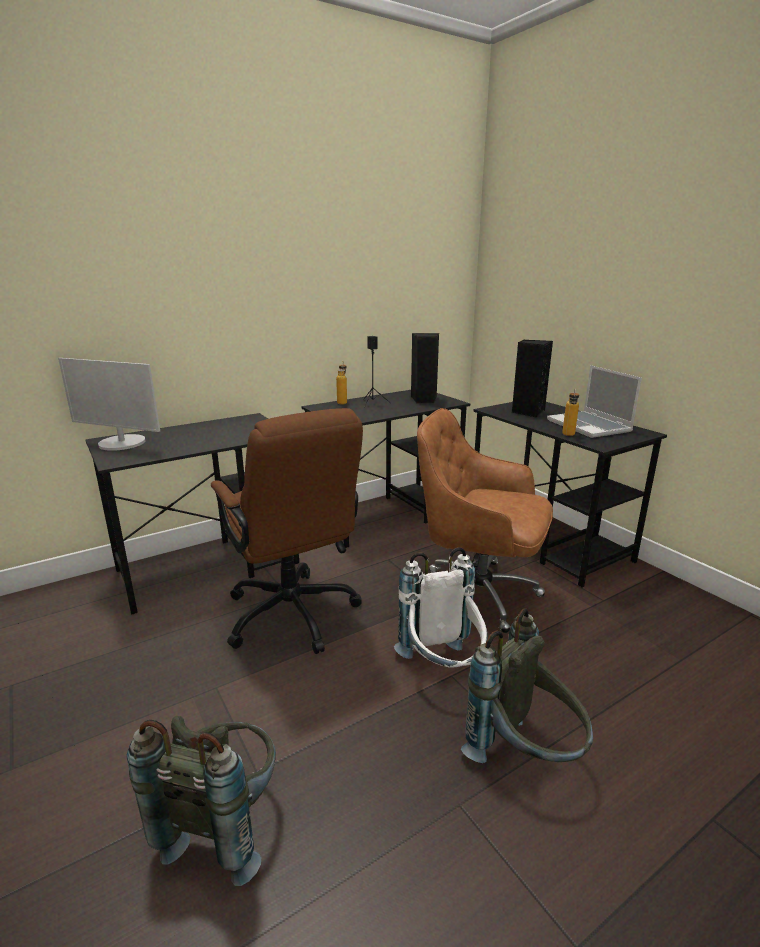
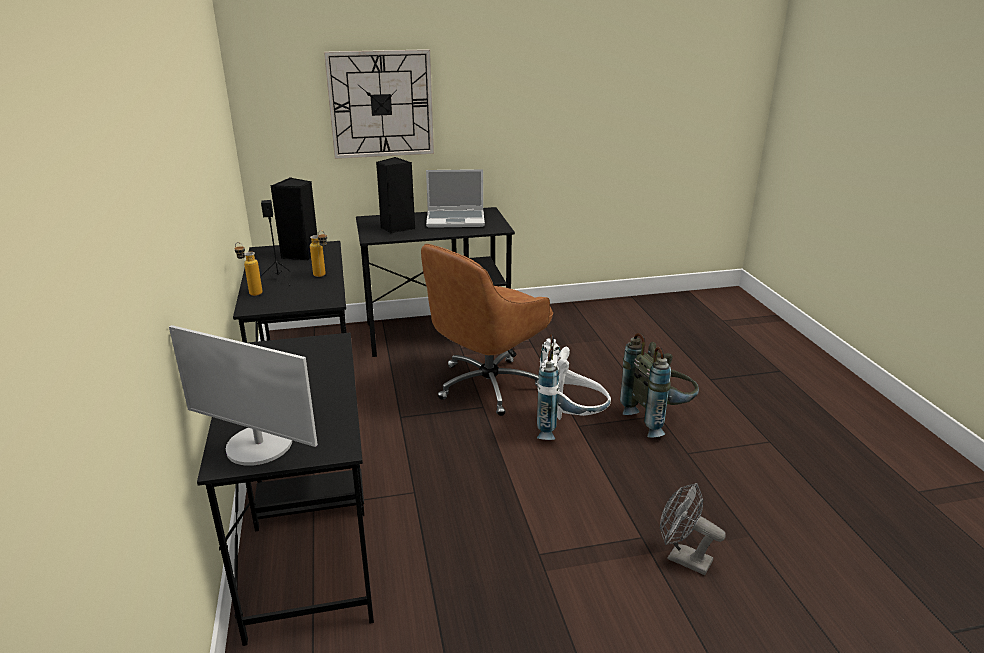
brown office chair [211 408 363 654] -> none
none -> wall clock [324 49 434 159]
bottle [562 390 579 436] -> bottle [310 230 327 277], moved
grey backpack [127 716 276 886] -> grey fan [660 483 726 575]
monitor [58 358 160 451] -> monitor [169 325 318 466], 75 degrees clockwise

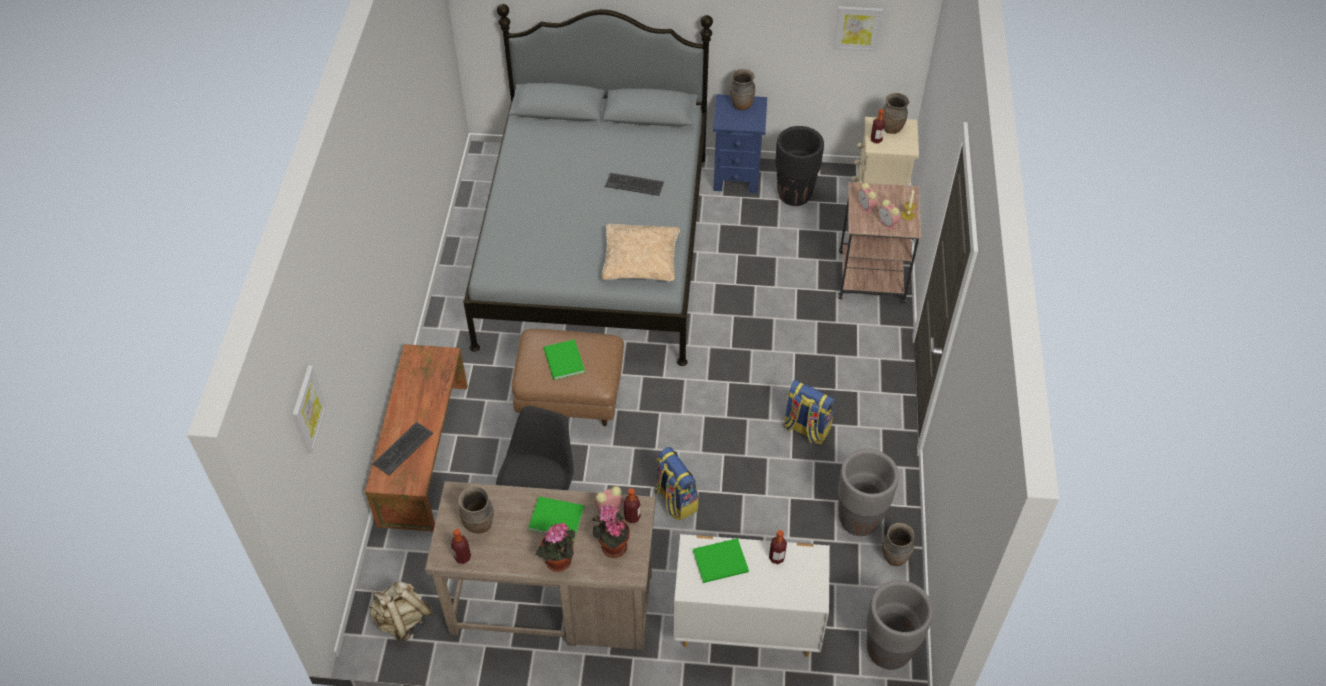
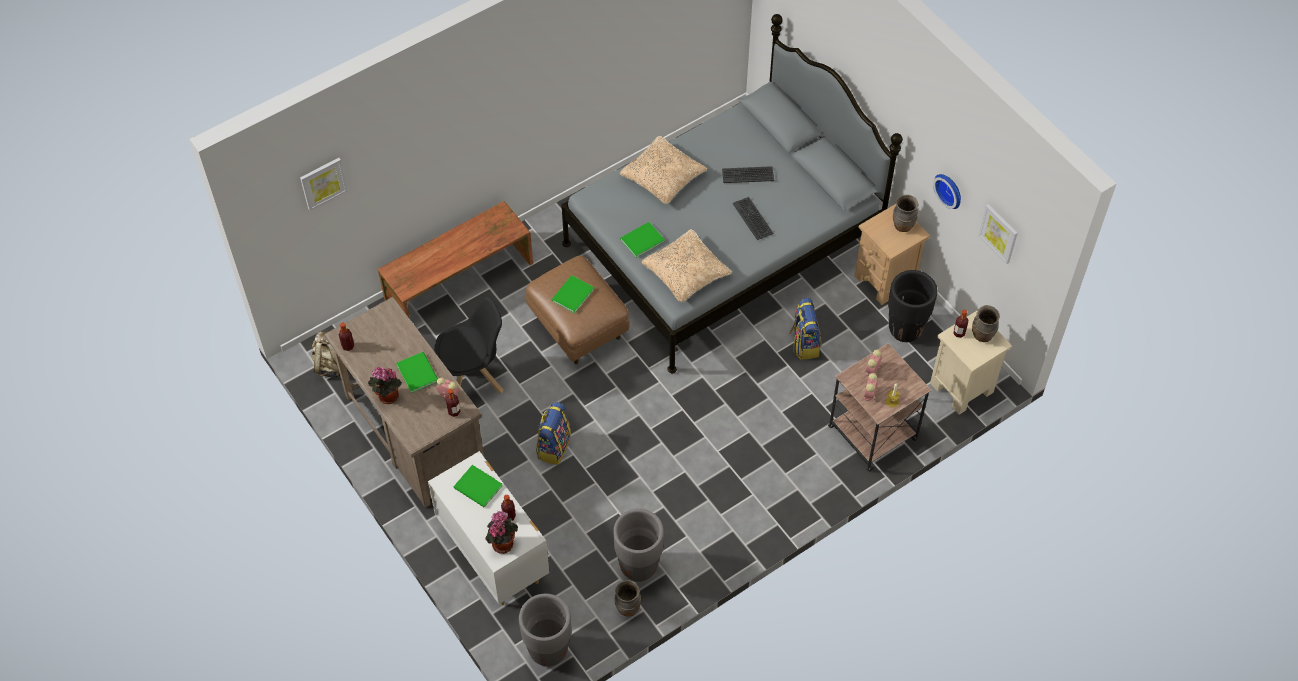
brown vase [459 486 494 534] -> none
none -> beige pillow [620 136 707 204]
none -> green book [620 222 665 258]
none -> wall clock [933 174 961 209]
keyboard [373 422 433 475] -> keyboard [722 166 774 183], moved
potted plant [592 505 630 558] -> potted plant [485 511 518 554], moved
backpack [783 380 835 444] -> backpack [790 298 822 360], moved
blue nightstand [713 94 767 194] -> beige nightstand [855 204 930 305]

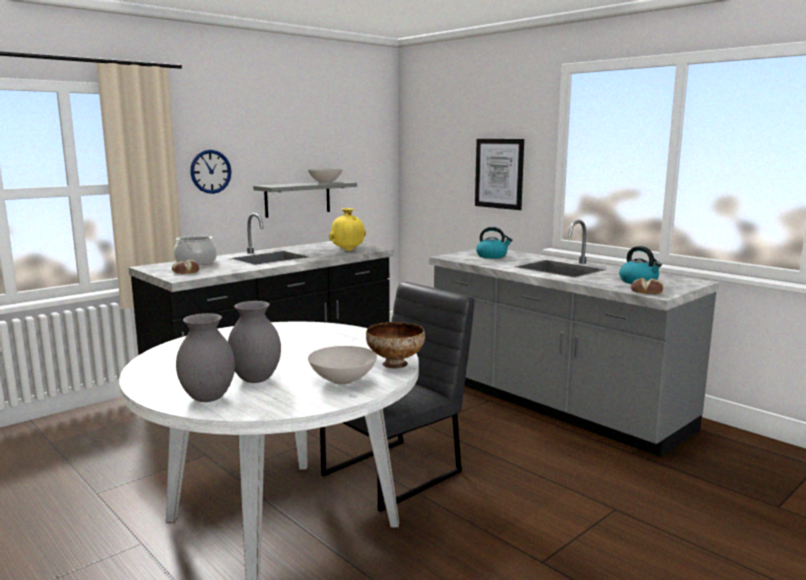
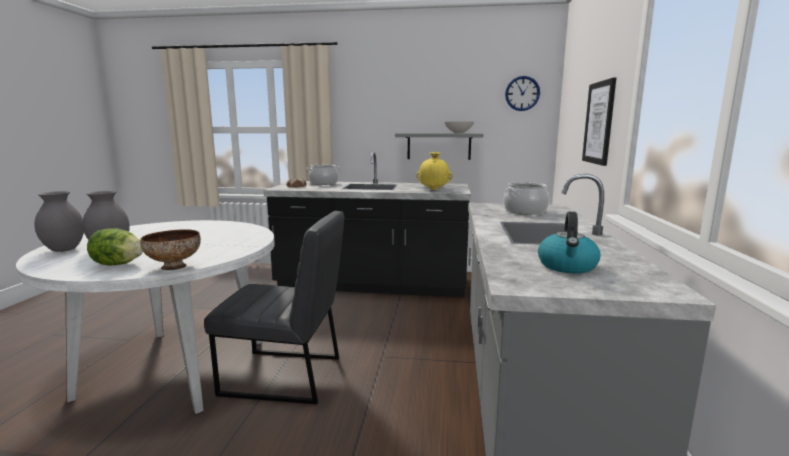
bread [631 278 663 294] -> none
wall clock [190 150 231 194] -> wall clock [505 76 540 111], moved
white bowl [308 346 377 385] -> lettuce [87 228 143 265]
kettle [476 227 512 259] -> cooking pot [503 182 549 215]

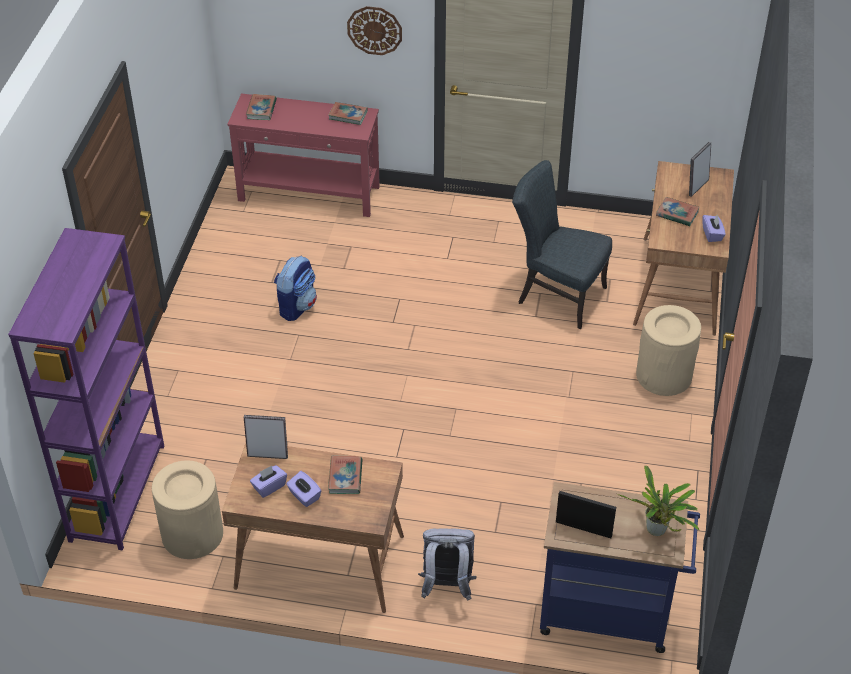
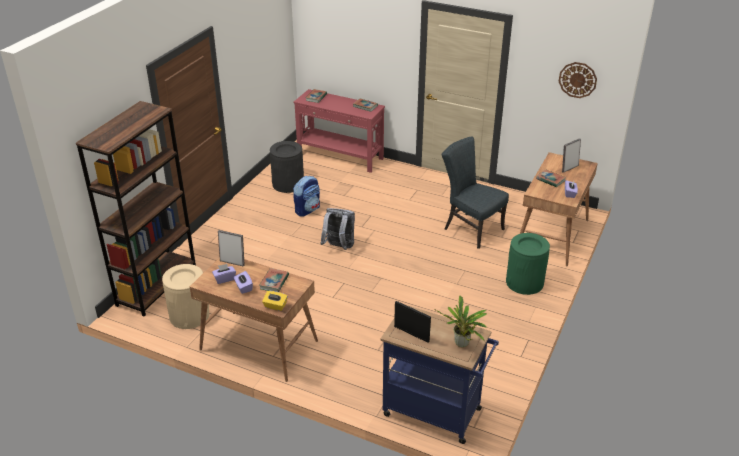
none -> yellow tissue box [262 291 288 311]
none -> black trash can [270 141 304 193]
wall clock [347 6 402 55] -> wall clock [559 62 597 98], moved
grey backpack [418 528 476 601] -> grey backpack [320 208 355 250], moved
purple bookcase [8 228 164 551] -> brown bookcase [76 101 196 317]
beige trash can [636 305 701 396] -> green trash can [506 233 550 295]

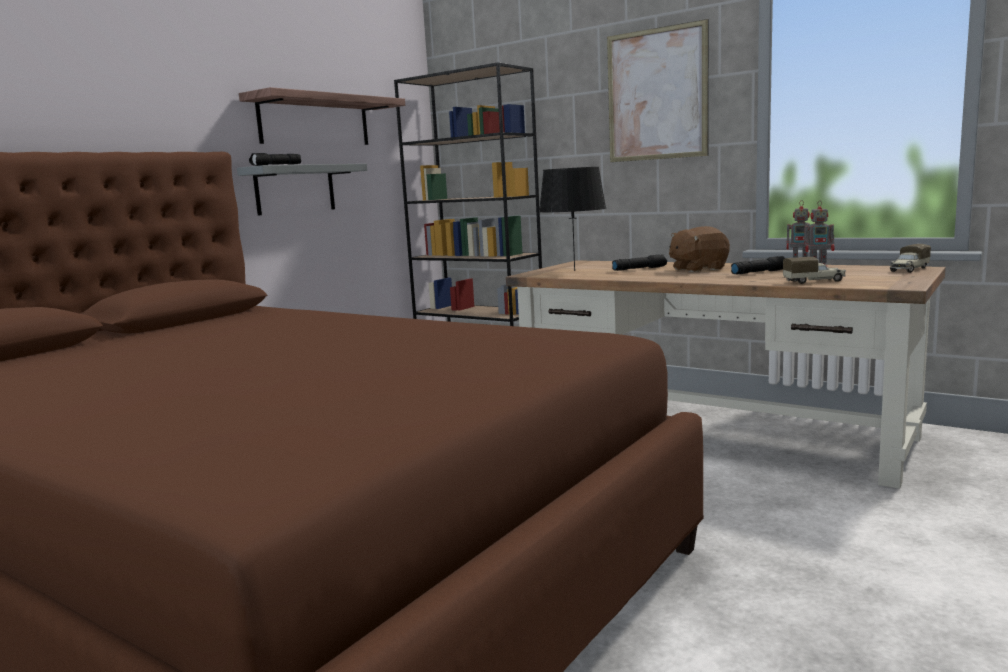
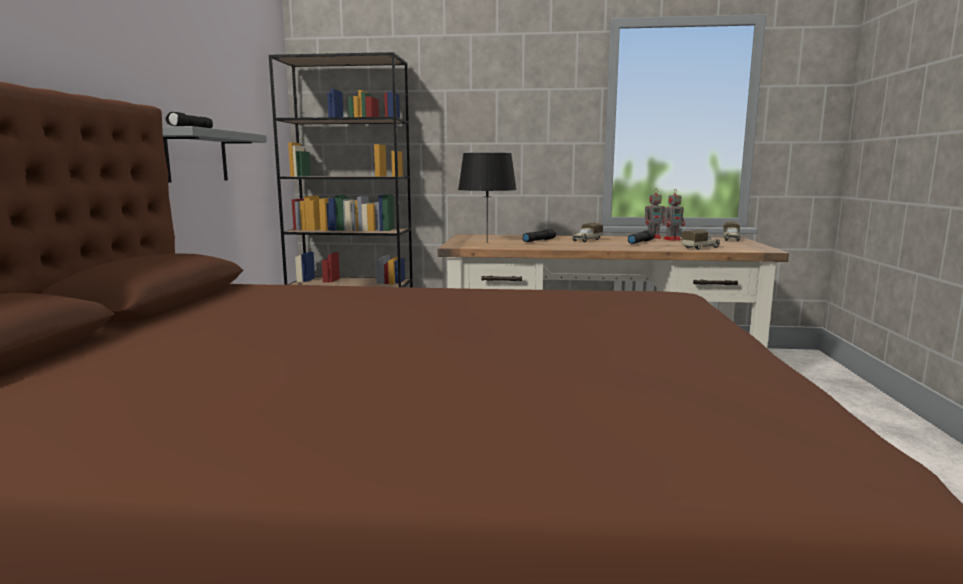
shelf [239 87 405 145] -> none
picture [607 19 709 162] -> none
brown plush toy [669 226 730 272] -> toy truck [572 223 603 242]

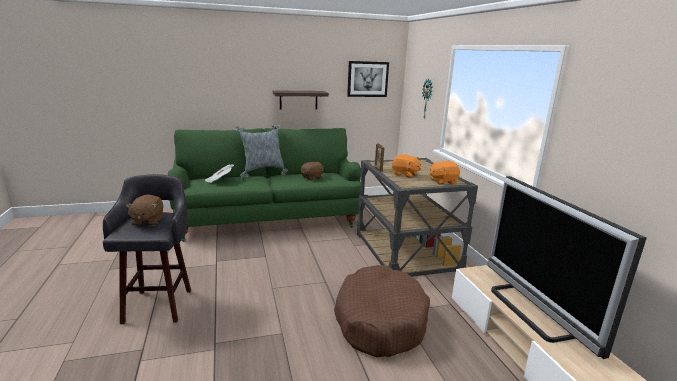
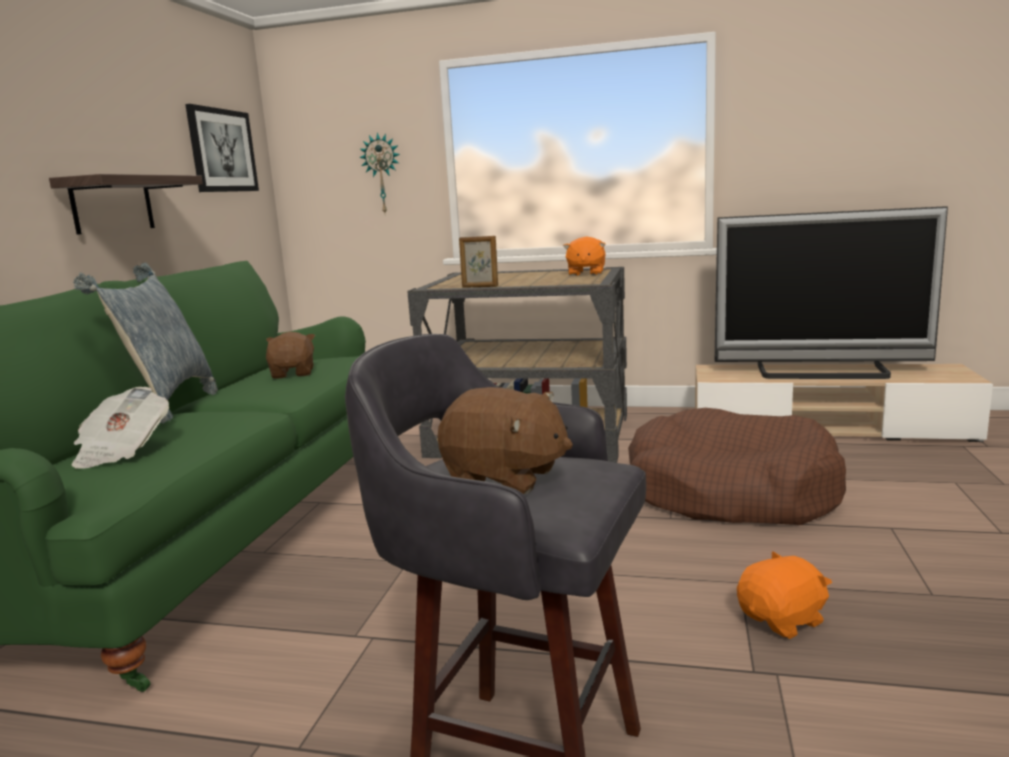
orange plush toy [392 154 421 178] -> orange plush toy [737 551 832 639], moved

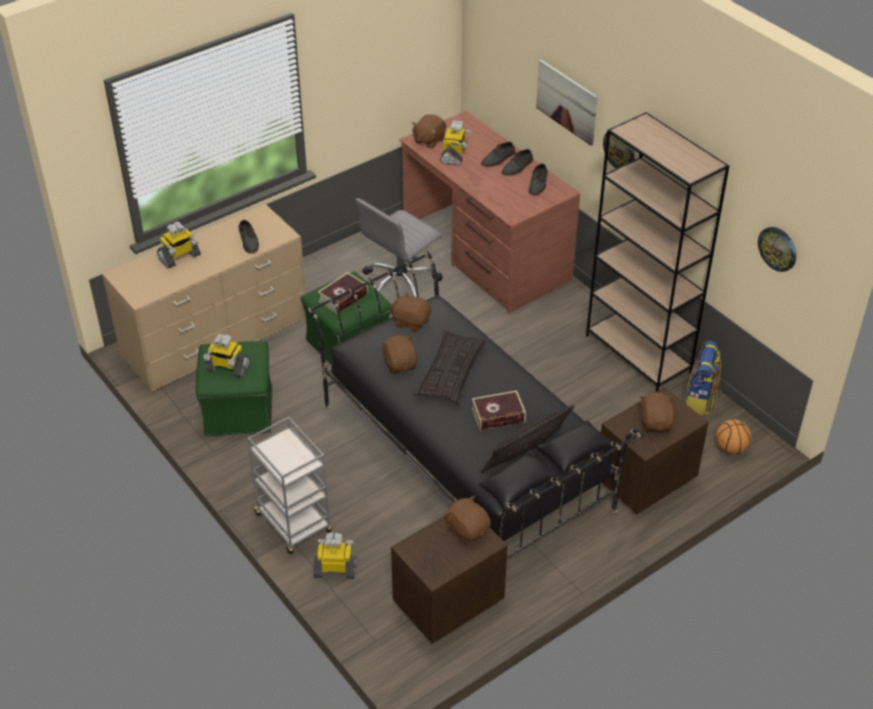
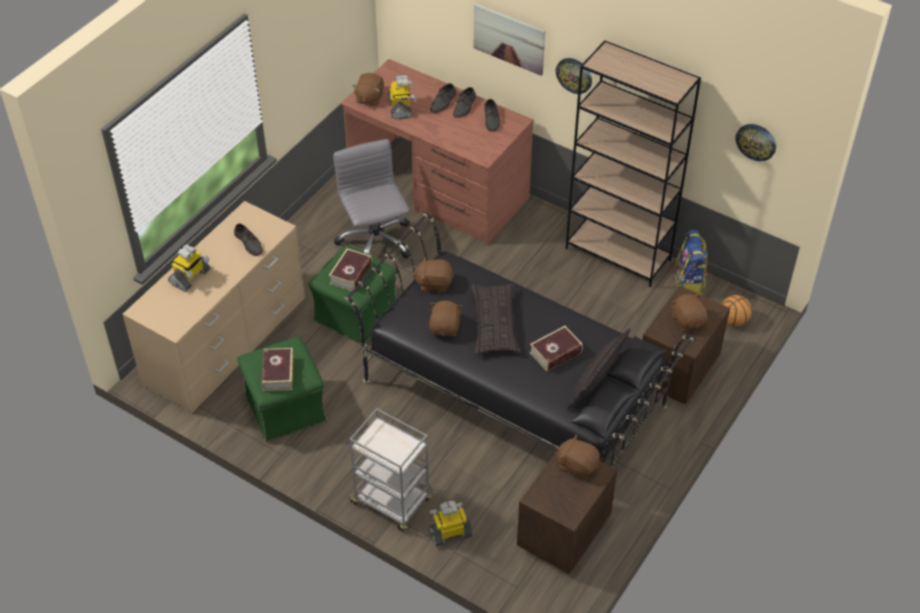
toy robot [204 334 250 378] -> book [262 348 294 391]
grey office chair [356 198 443 297] -> grey office chair [333 139 411 259], 135 degrees clockwise
brown plush toy [380 335 418 374] -> brown plush toy [429 300 462 337], 45 degrees clockwise

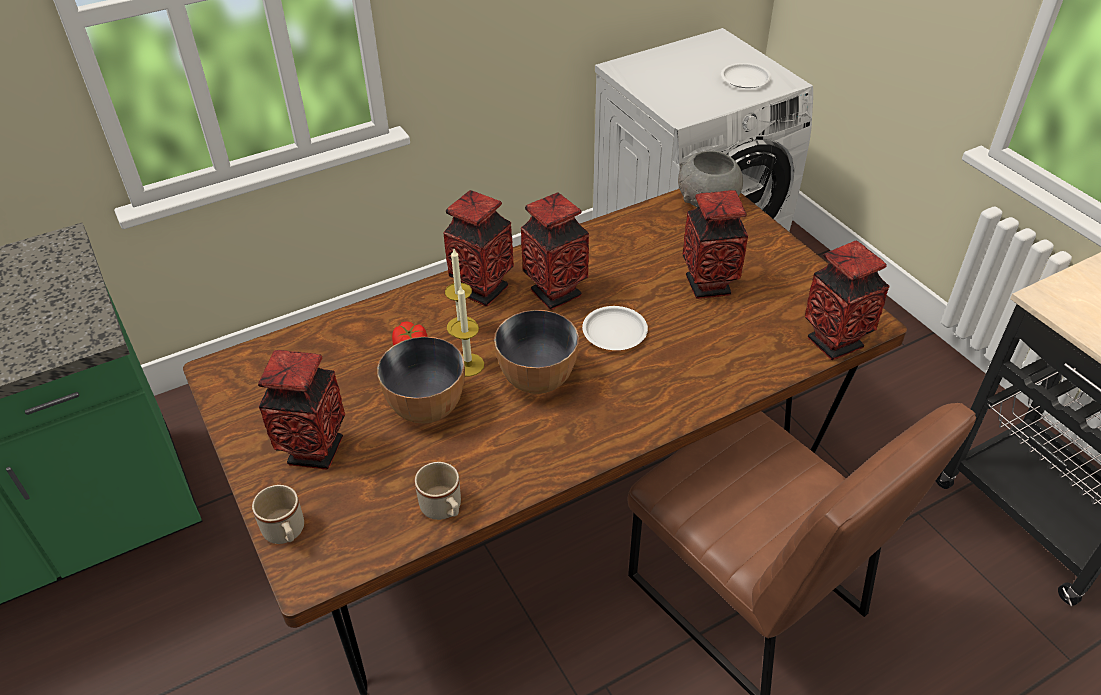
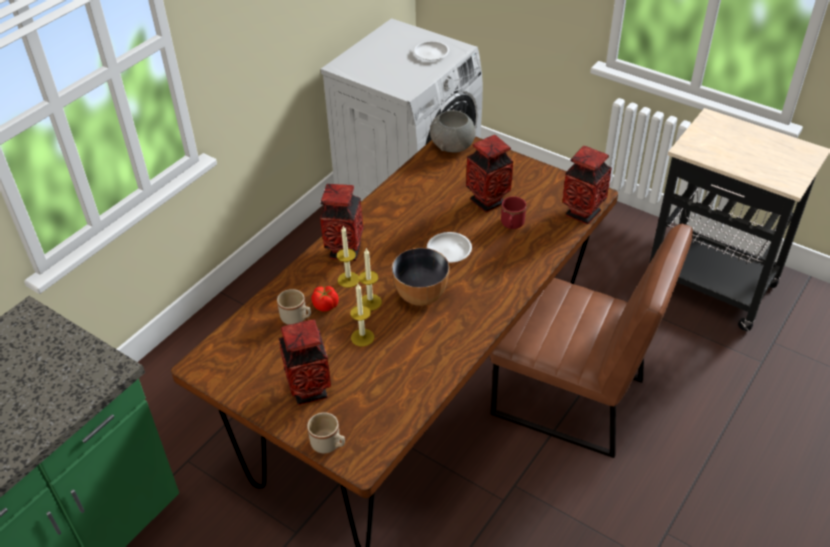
vase [521 192 589 310] -> none
none -> red mug [501 196 526 229]
beige mug [415 462 461 520] -> beige mug [277 289 311 325], moved
bowl [377 337 465 424] -> candle [350 284 374 346]

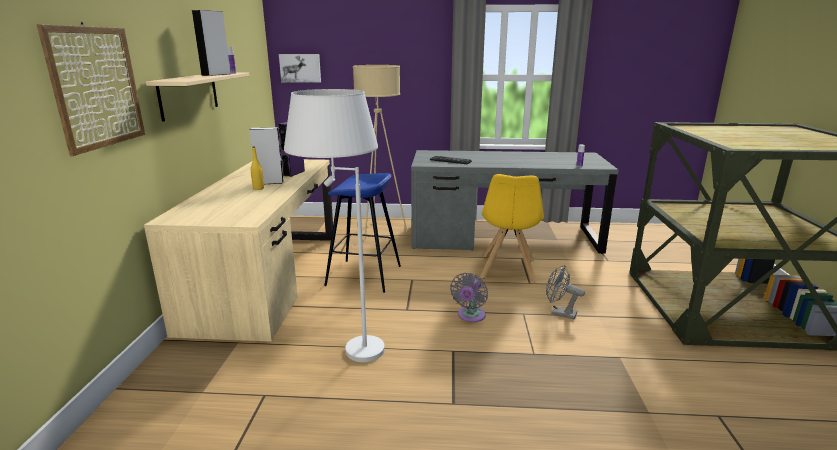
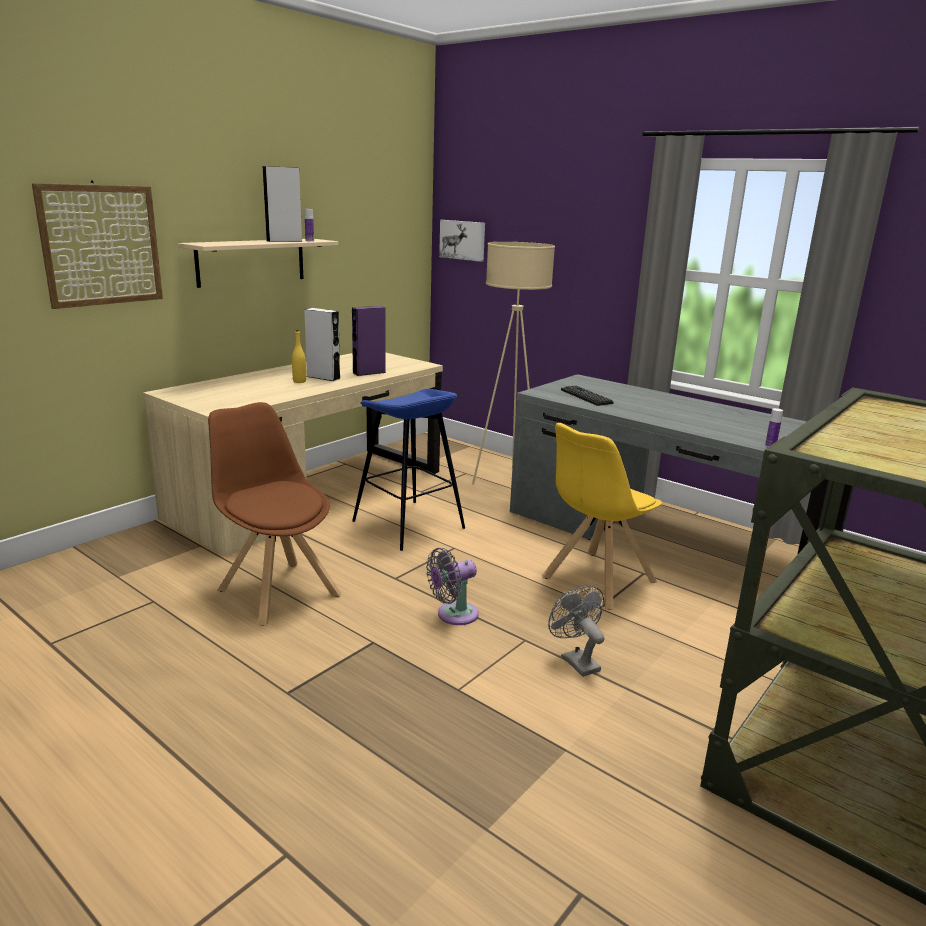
white floor lamp [284 89 385 362] -> brown chair [208 402 341 626]

